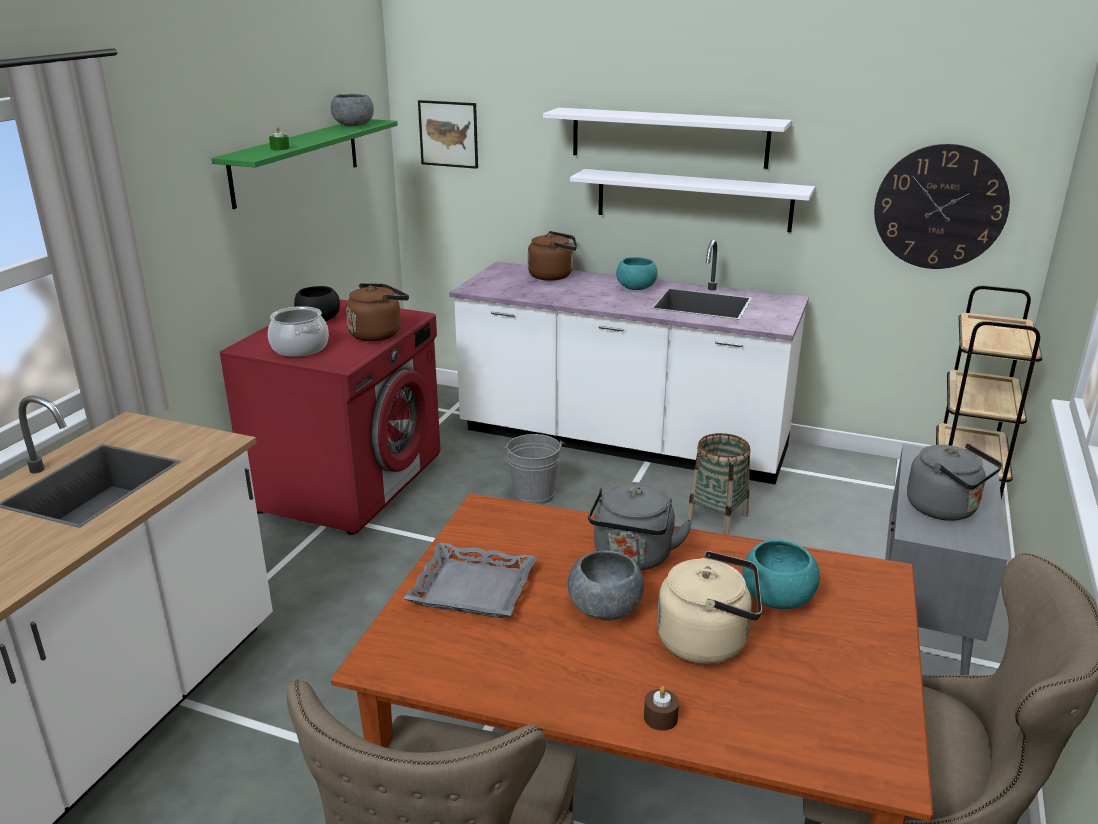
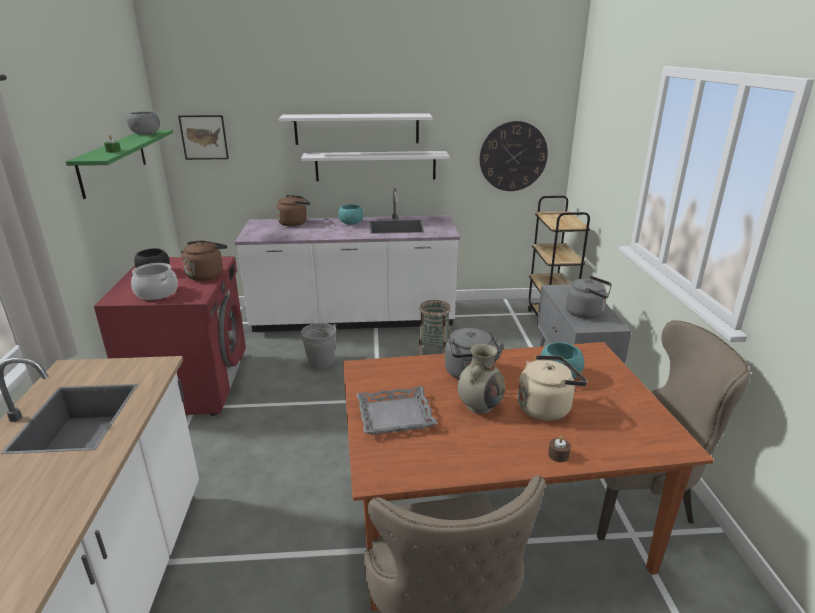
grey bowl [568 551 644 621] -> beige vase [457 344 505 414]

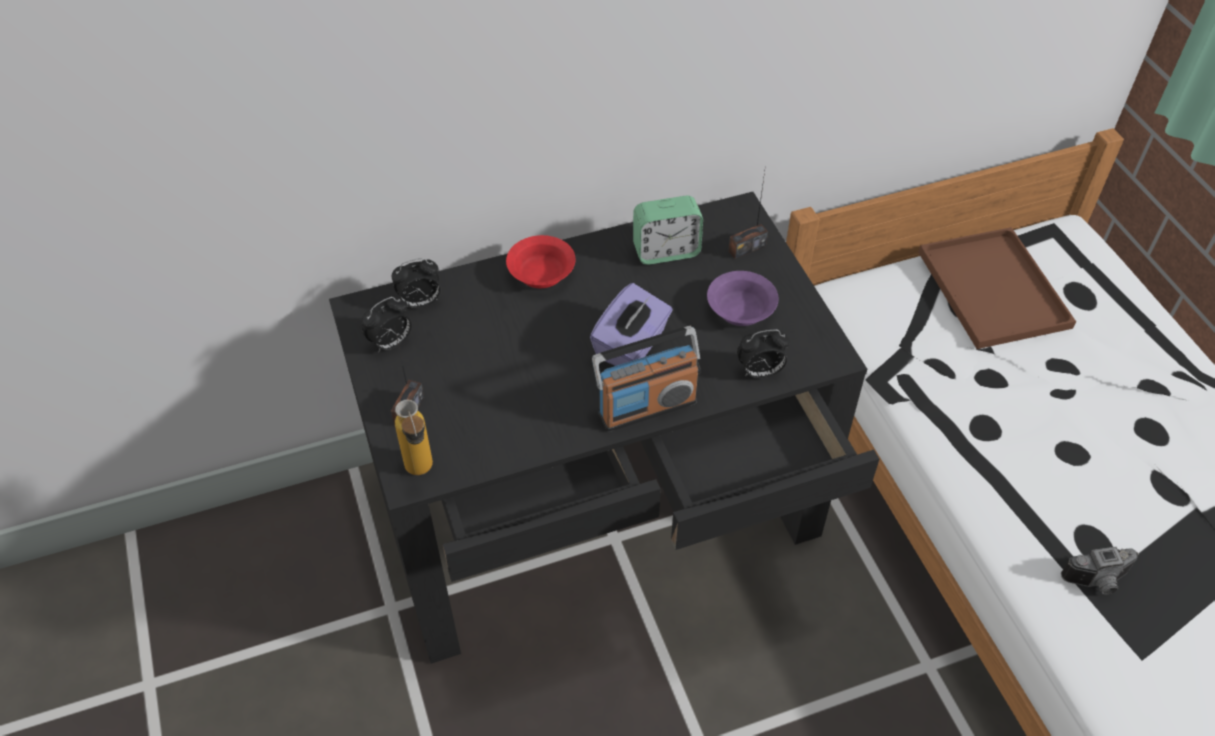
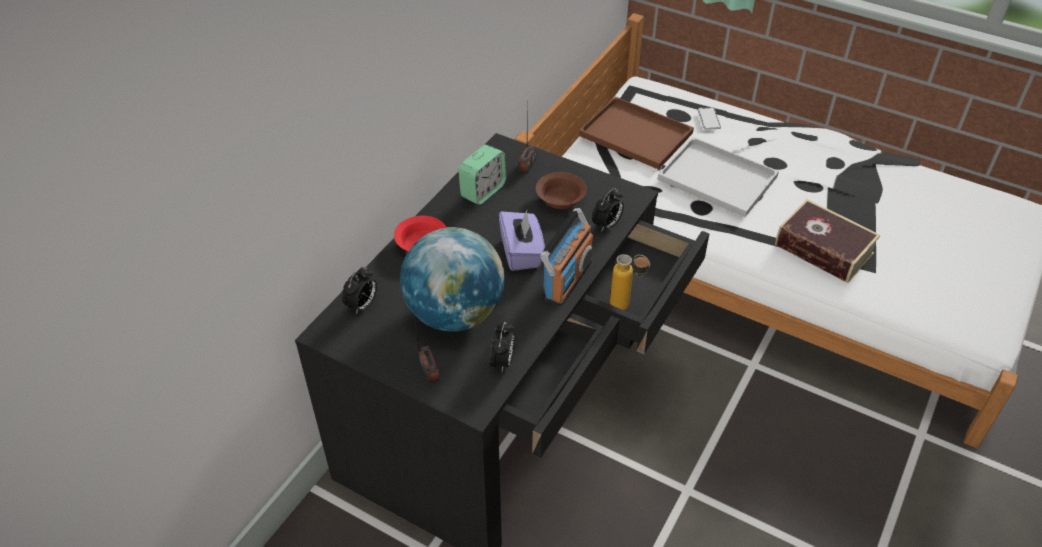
none -> globe [400 227 505 331]
none -> white tray [658 137 779 217]
none -> phone [698 107 721 130]
alarm clock [361 297 411 352] -> alarm clock [489 322 515 372], moved
bottle [395 400 433 475] -> bottle [610 254 650 310], moved
photo camera [1061 547 1139 594] -> book [775 199 881 283]
purple bowl [707 271 779 326] -> brown bowl [536 172 587 209]

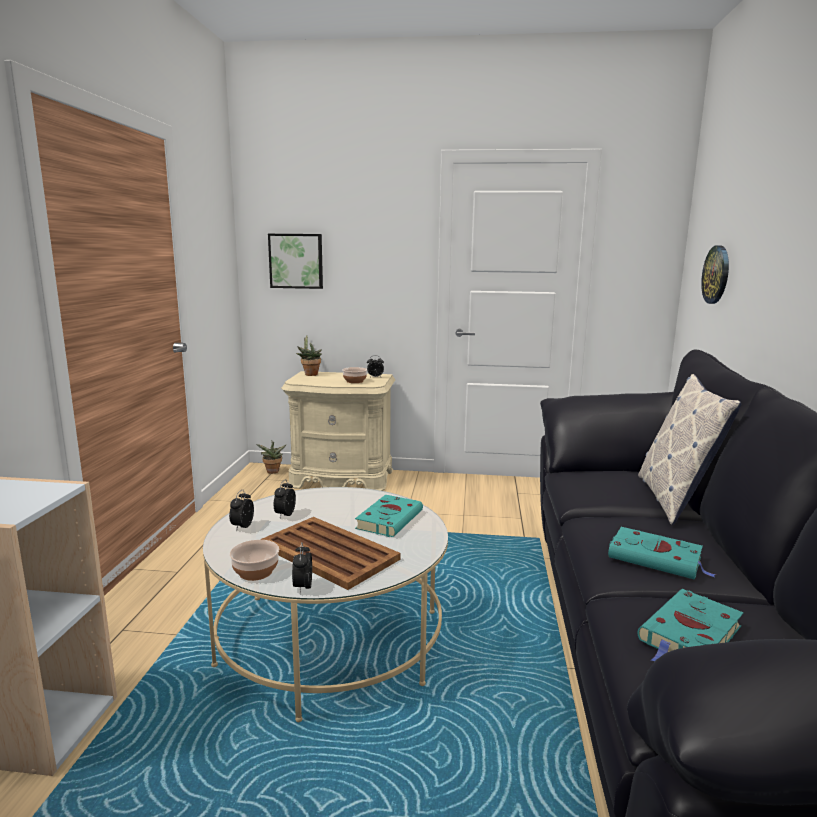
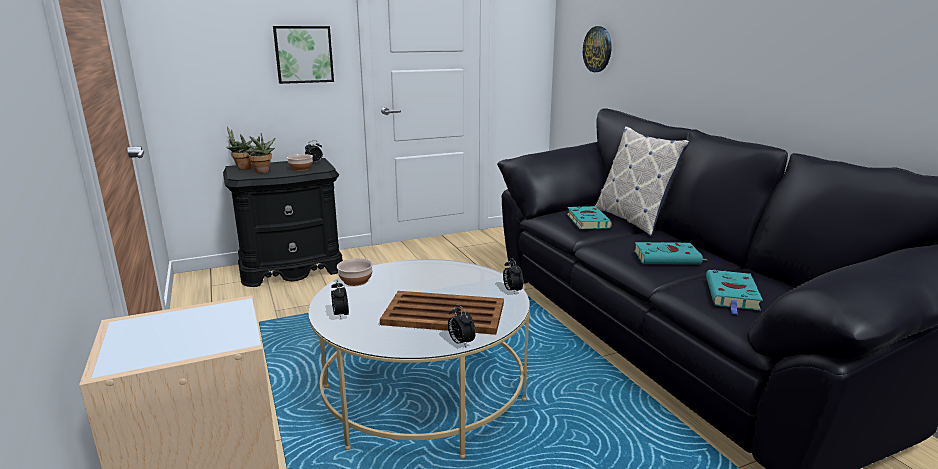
bowl [229 540 279 581] -> bowl [337 258 373 286], moved
potted plant [256 441 286 474] -> potted plant [246 133 275 173], moved
picture [268 234 323 289] -> picture [273 26 334 84], moved
alarm clock [274 479 296 518] -> alarm clock [503 258 524 294], moved
turquoise book [355 495 423 537] -> turquoise book [567 206 612 229], moved
beige nightstand [281 371 395 491] -> black nightstand [223 158 343 287]

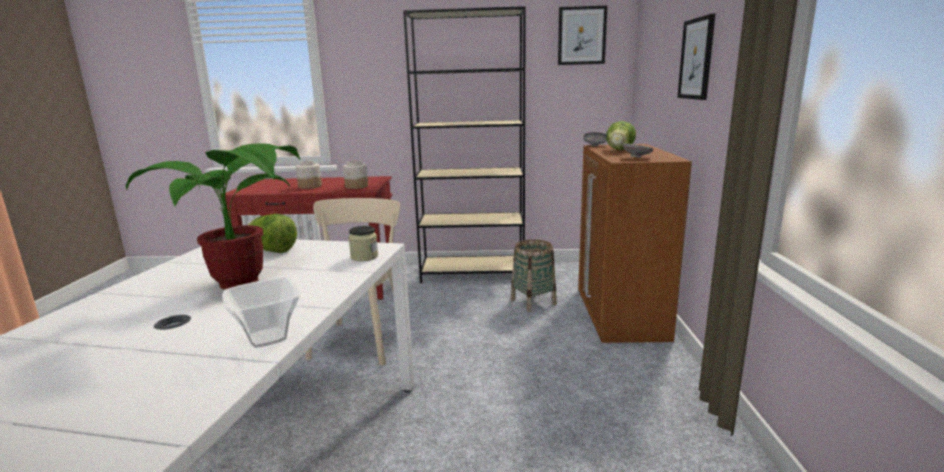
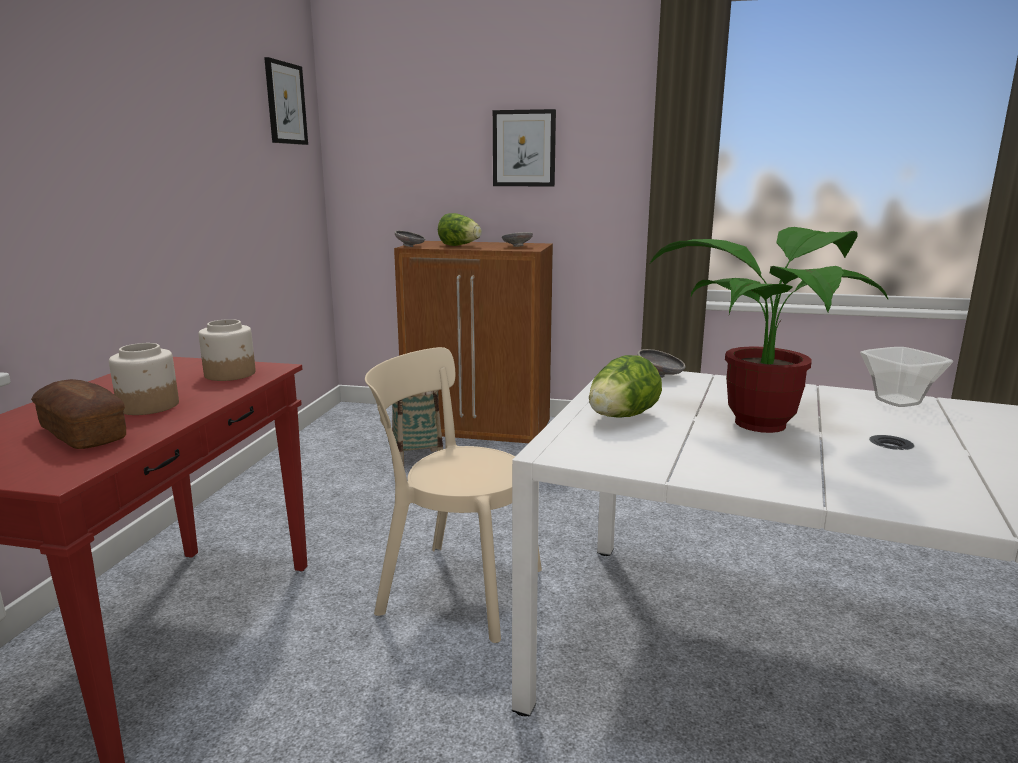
beige bookcase [403 6 526 283] -> none
none -> bread [31 379 126 449]
jar [348 226 378 261] -> grey bowl [637 349 686 378]

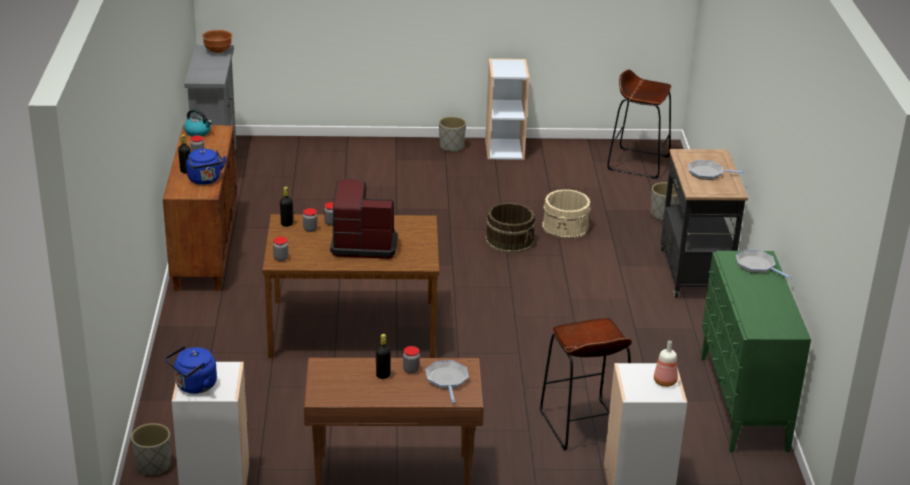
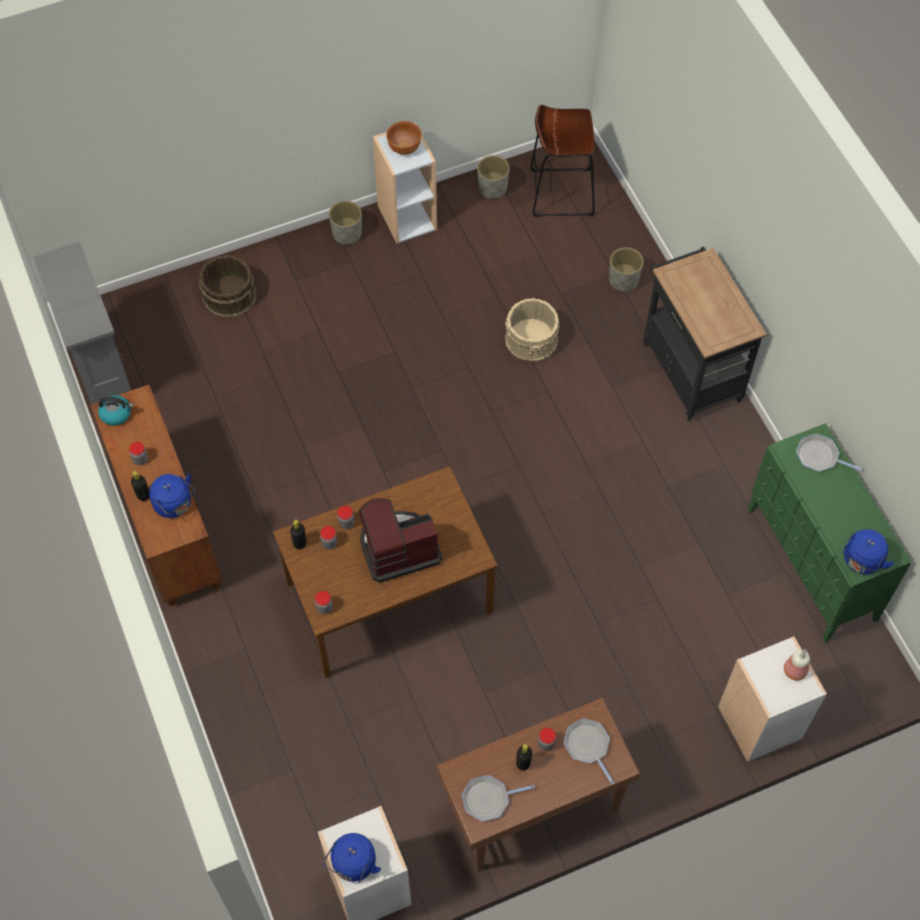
brown stool [540 318 632 451] -> none
none -> blue kettle [842 529 894 574]
grey planter [131 423 171 475] -> grey planter [477 155 510 199], moved
brown bowl [202 30 232 53] -> brown bowl [386 121 422 155], moved
brown bucket [485 202 536 253] -> brown bucket [199 255 257 318], moved
frying pan [689 160 745 180] -> frying pan [462 775 535 821], moved

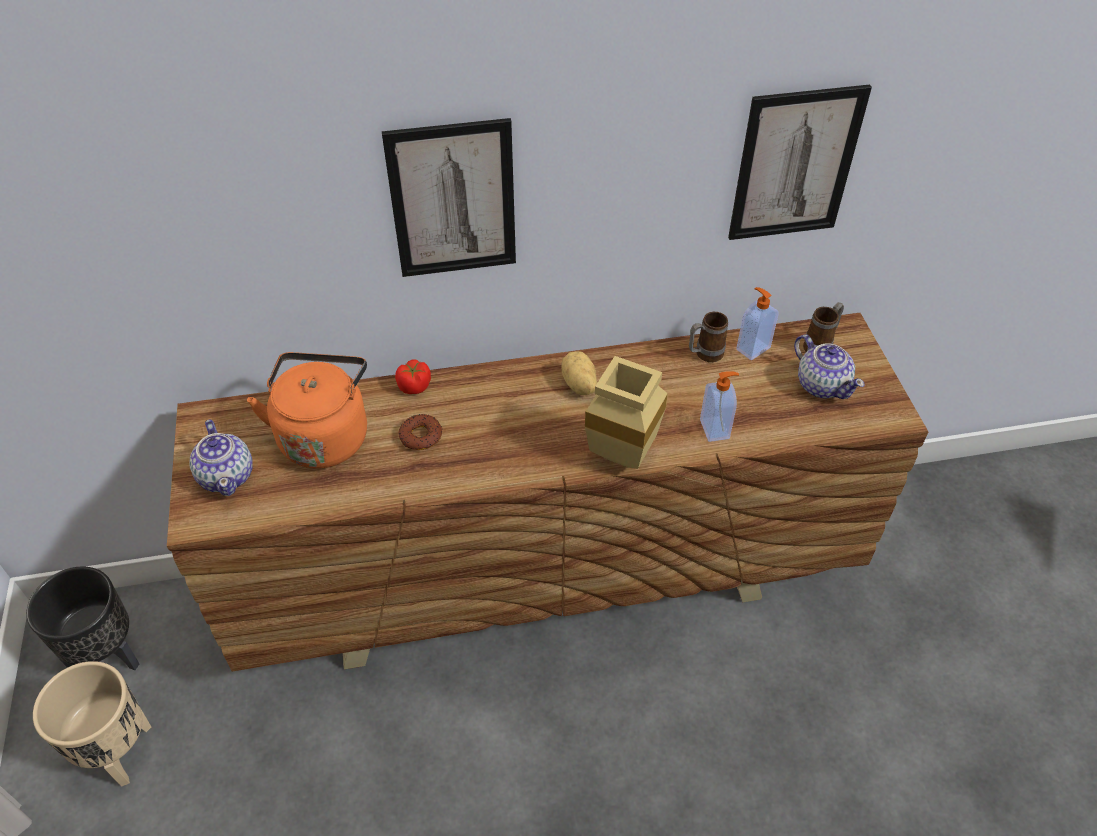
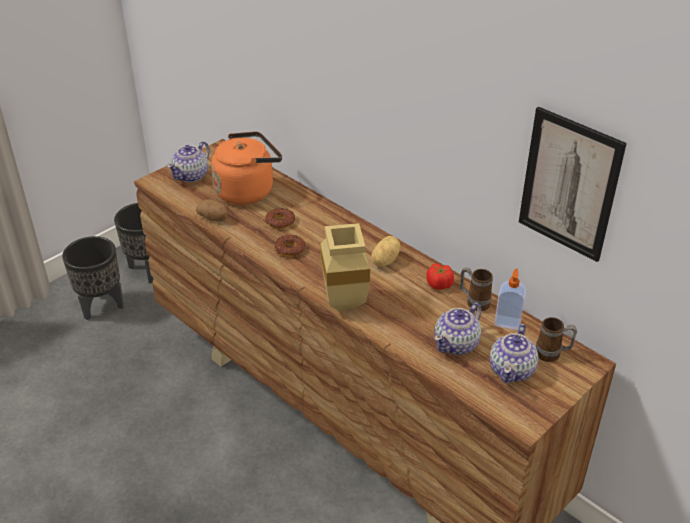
picture [381 118 516 277] -> none
soap dispenser [700 371 739 442] -> none
none -> potato [196 199 228 222]
none -> donut [275 235 306 257]
none -> teapot [435 303 482 355]
tomato [395 359 431 394] -> tomato [426 263 454 290], moved
beige planter [33 661 151 787] -> black planter [62 236 124 320]

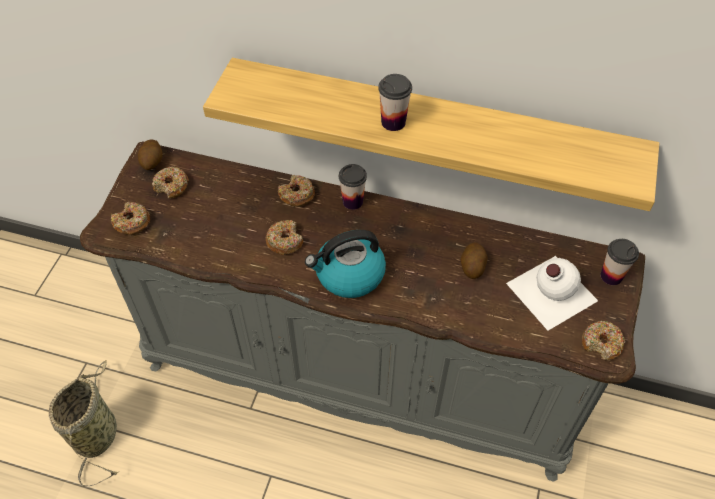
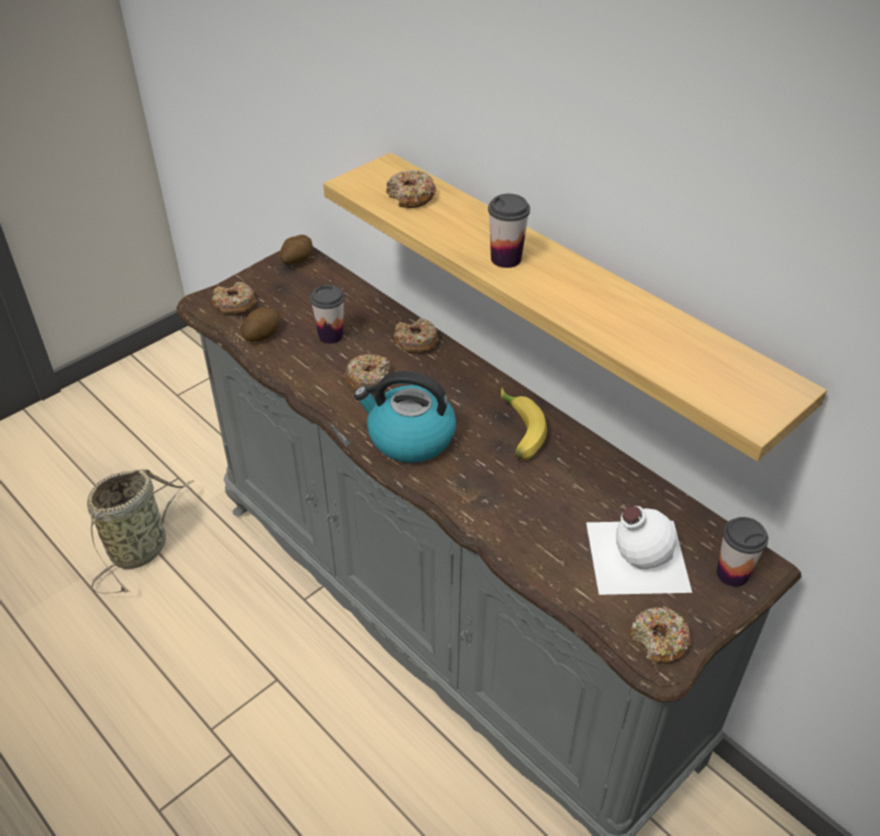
none -> banana [501 388 547 460]
donut [152 167 189 199] -> donut [386 170 436 208], moved
cup [339 164 367 210] -> cup [310 285 344 344], moved
potato [461 242 488 279] -> potato [241 307 280 342], moved

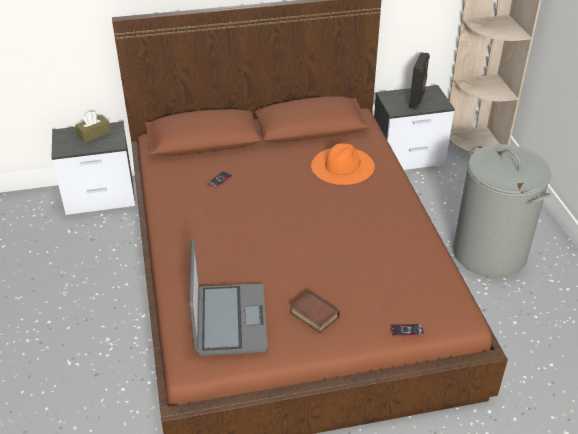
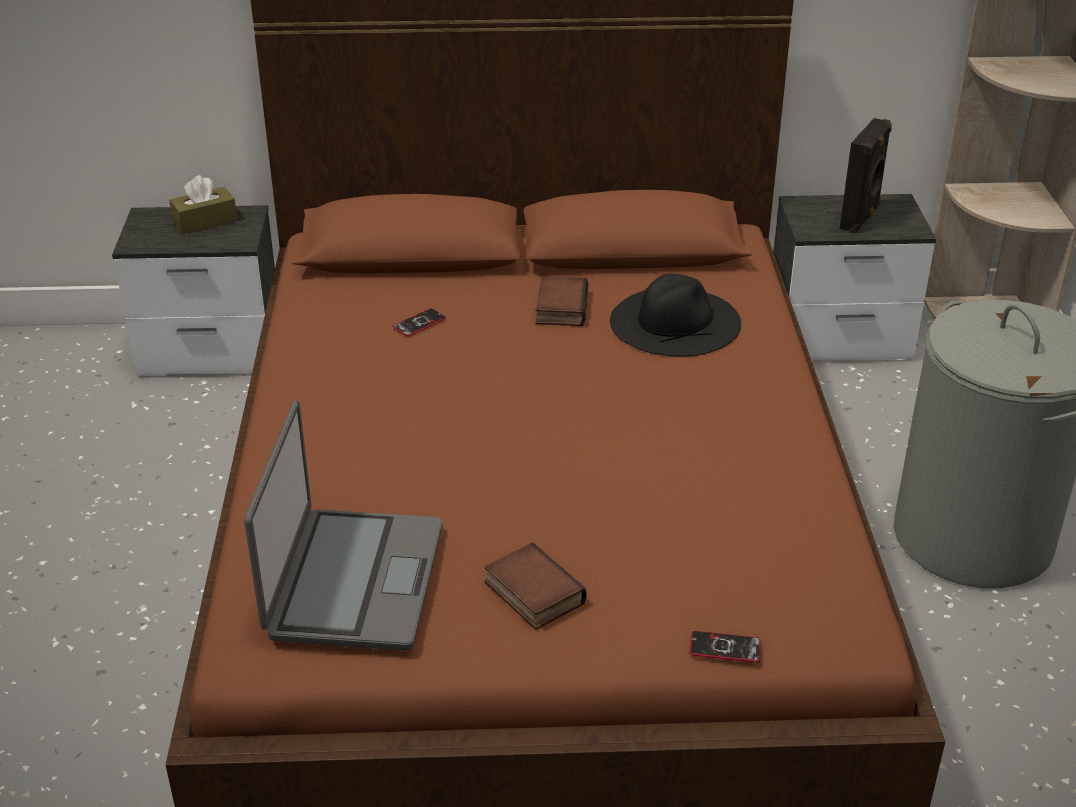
none -> book [536 276 588 326]
orange hat [311 143 375 185] -> black hat [610 274 741 357]

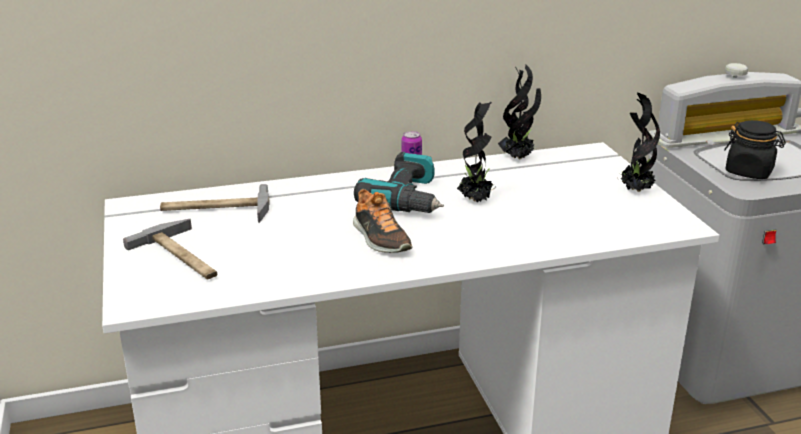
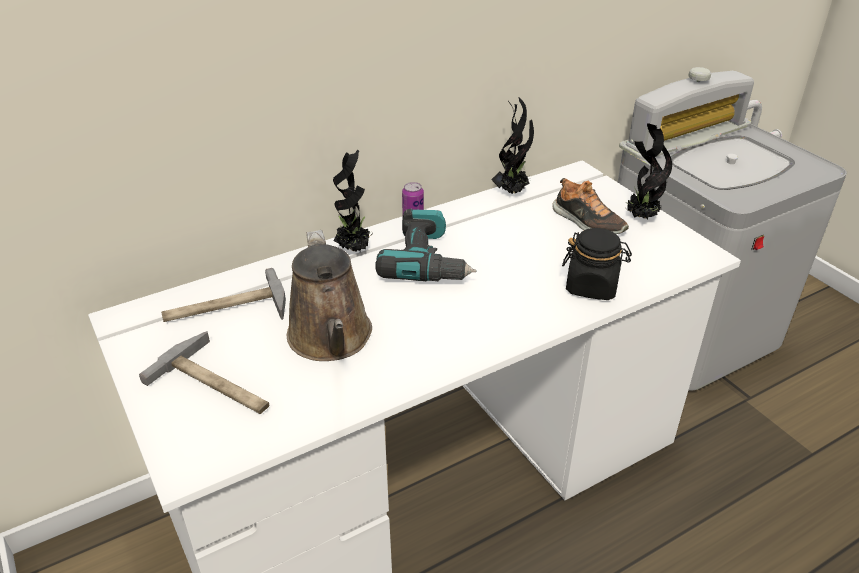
none -> brown watering can [287 230 372 361]
shoe [353 188 413 253] -> shoe [552 178 629 234], moved
potted plant [457 102 496 203] -> potted plant [333 150 373 252], moved
black jar [724 120 786 179] -> black jar [562 228 632 300], moved

